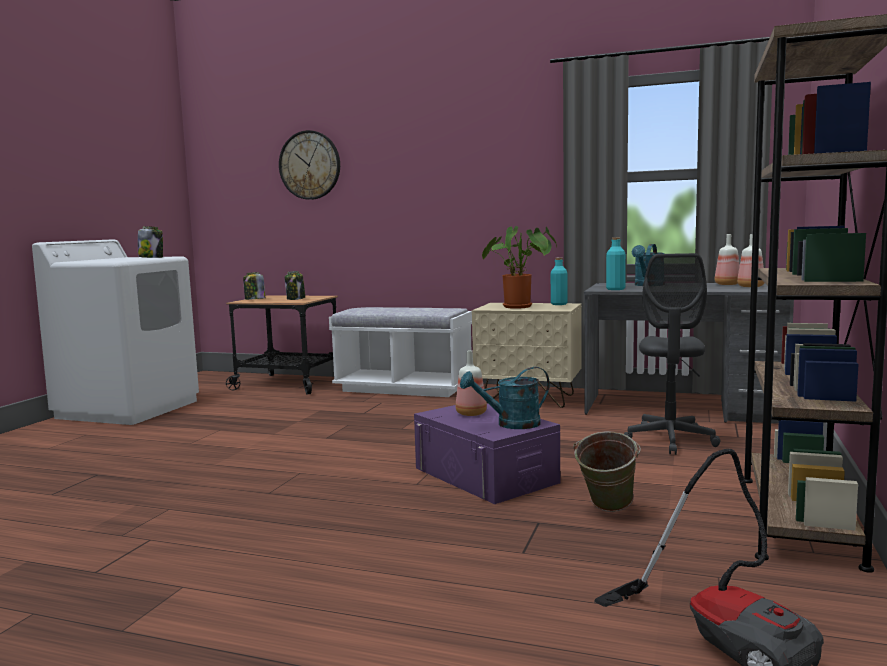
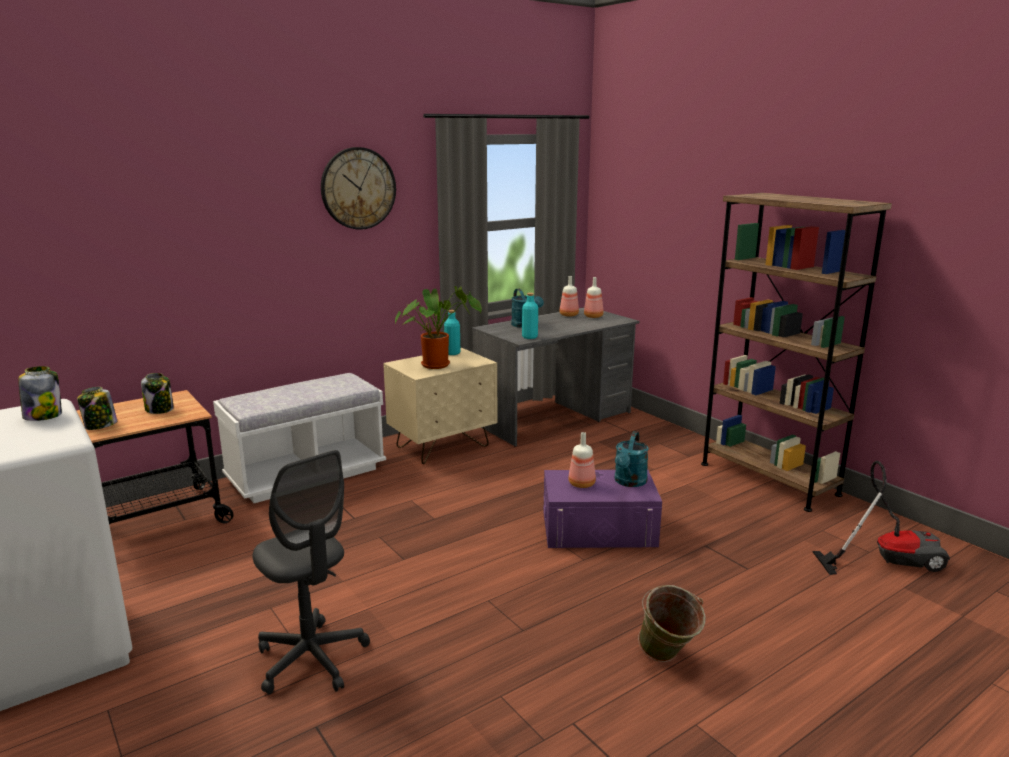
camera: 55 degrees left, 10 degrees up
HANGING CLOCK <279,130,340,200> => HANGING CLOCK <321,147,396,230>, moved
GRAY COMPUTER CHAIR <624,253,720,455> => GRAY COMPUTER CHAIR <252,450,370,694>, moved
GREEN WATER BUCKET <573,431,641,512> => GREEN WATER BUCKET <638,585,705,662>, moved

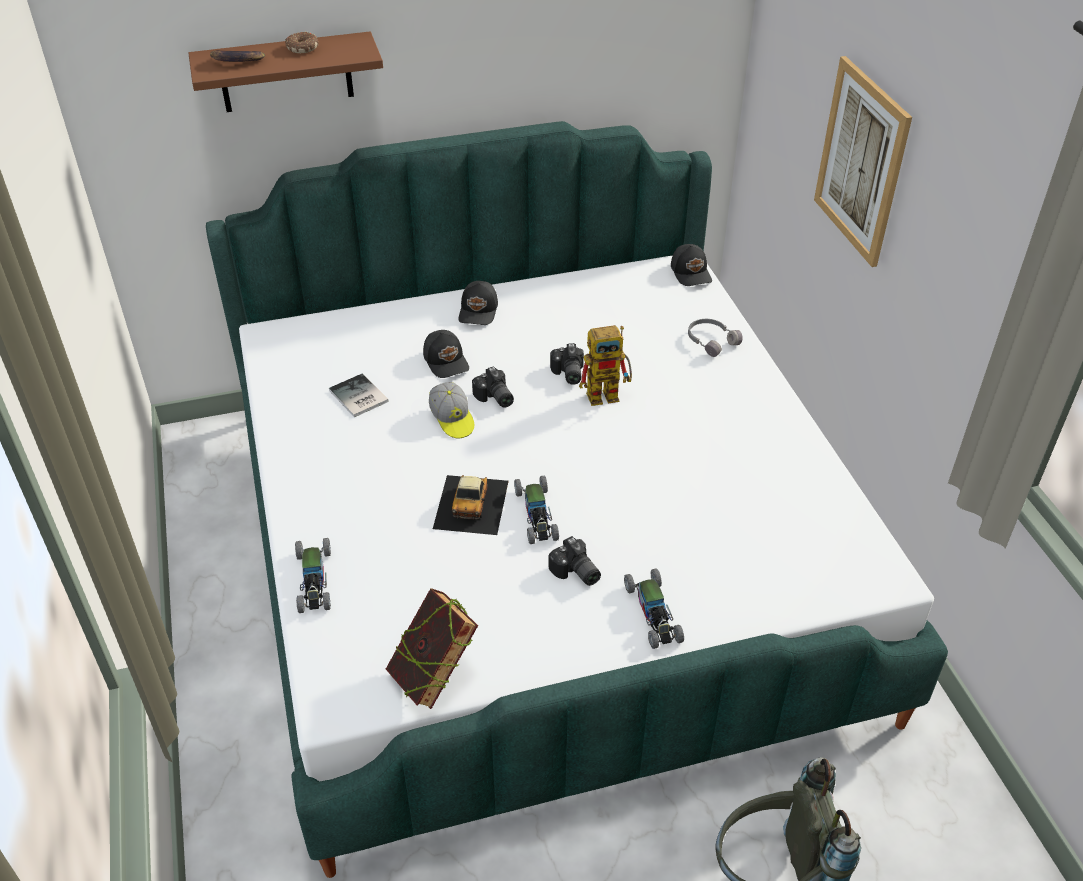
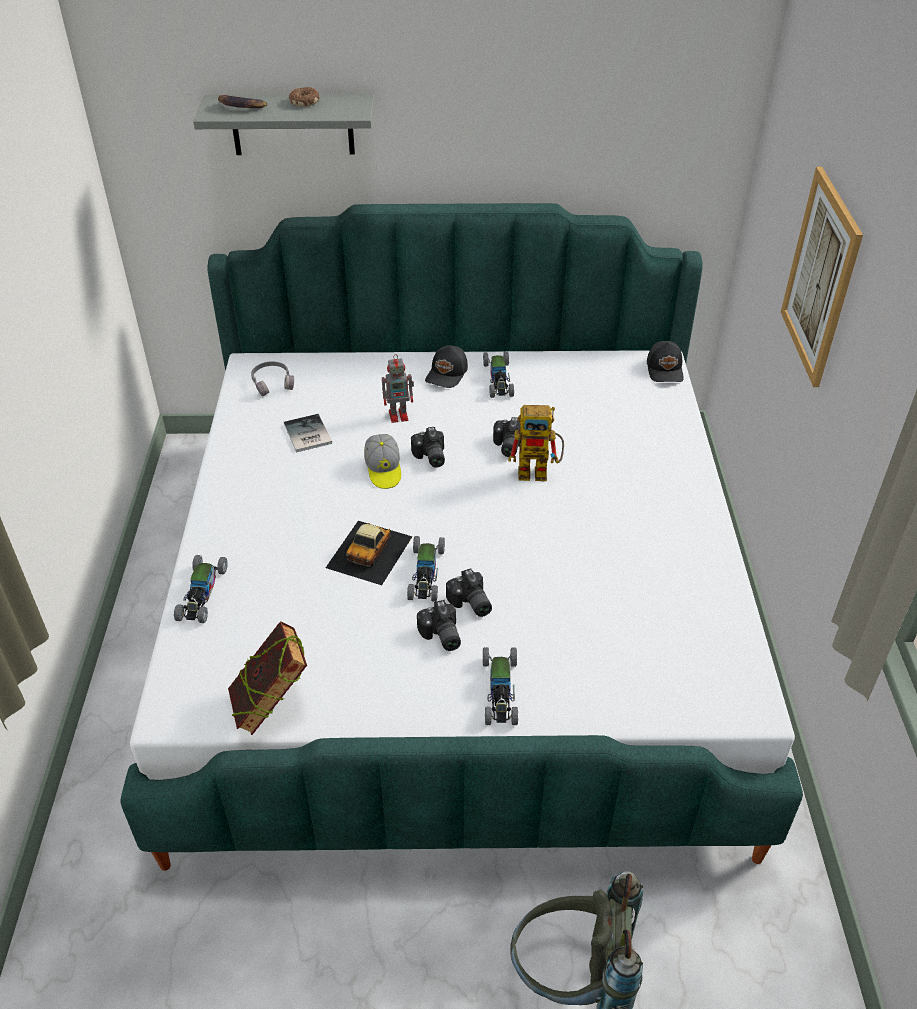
camera: 15 degrees right, 0 degrees up
BROWN-COLOURED BRACKET SHELF <188,32,383,112> => GRAY BRACKET SHELF <193,94,374,155>
GRAY HEADPHONES <688,319,743,357> => GRAY HEADPHONES <251,361,294,397>, moved
BLACK-COLOURED PEAKED CAP <423,330,469,378> => MODEL ROBOT <382,354,414,423>
nothing => MINIATURE CAR <483,352,514,398>
nothing => STILL CAMERA <446,569,492,617>

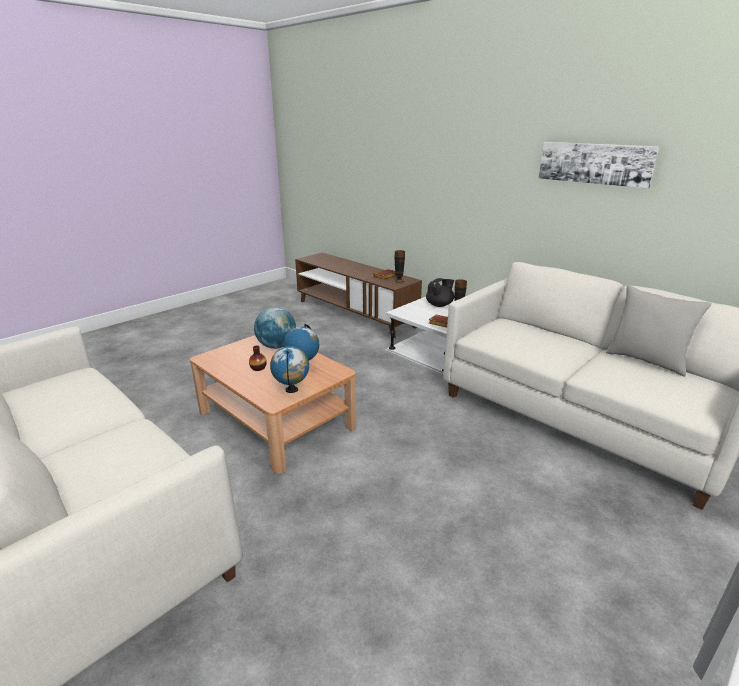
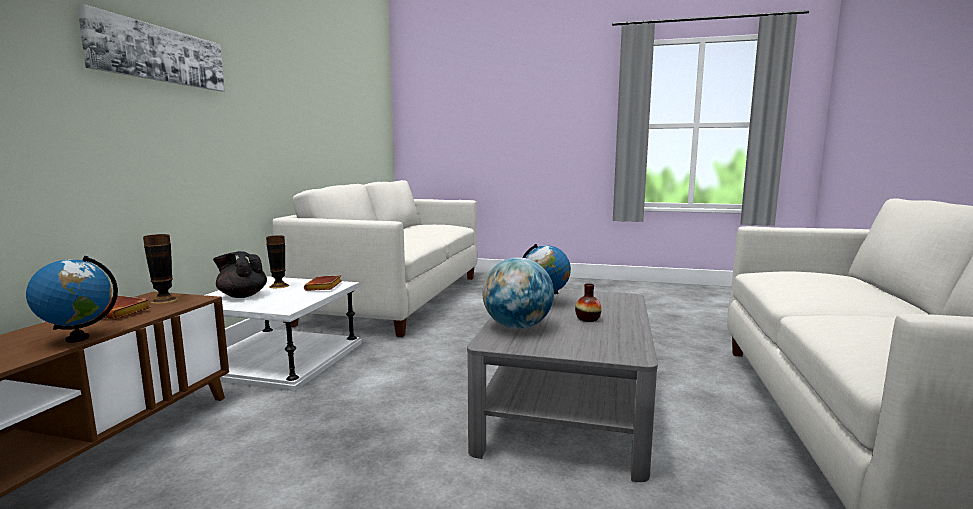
camera: 120 degrees left, 15 degrees down
WALL ART <539,142,660,189> => WALL ART <77,4,225,91>, moved
GRAY THROW PILLOW <606,285,712,376> => nothing
BROWN-COLOURED LOUNGE TABLE <190,335,356,474> => GRAY LOUNGE TABLE <467,289,658,482>
GLOBE <270,346,309,393> => GLOBE <26,256,118,343>, moved

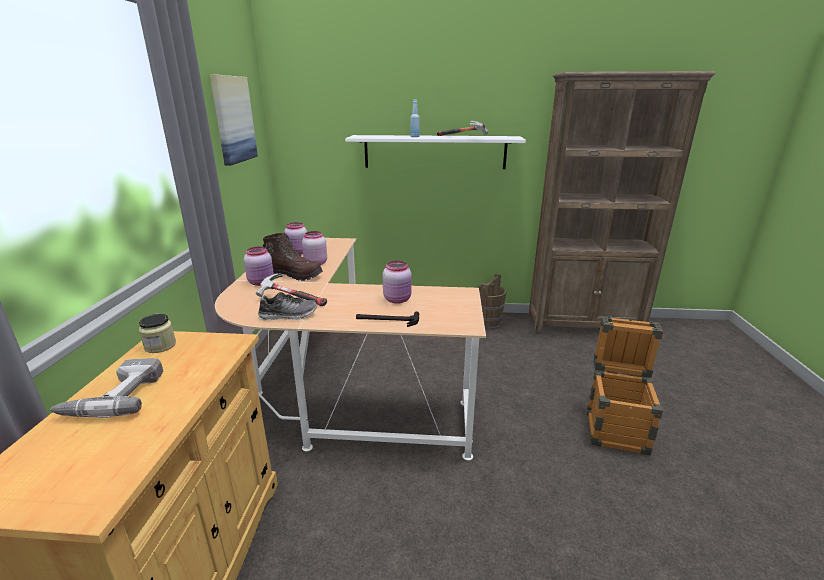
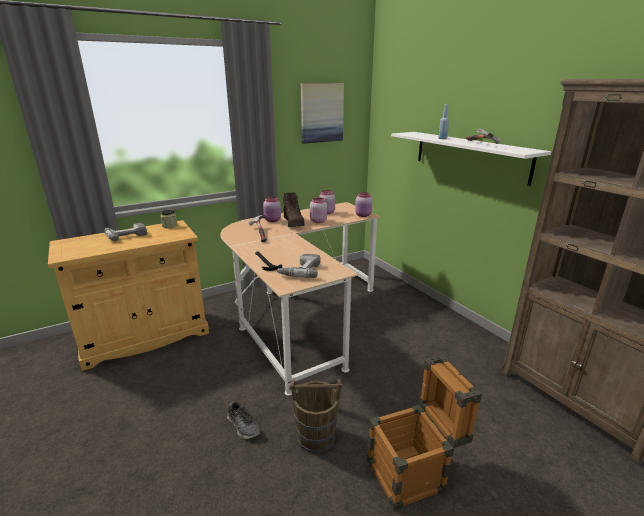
camera: 55 degrees right, 0 degrees up
PINKISH JAR <383,261,412,304> => PINKISH JAR <355,192,372,217>, moved
BROWN-COLOURED WATER BUCKET <476,273,507,330> => BROWN-COLOURED WATER BUCKET <289,379,342,454>, moved
SHOE <258,292,317,321> => SHOE <227,401,261,439>, moved
nothing => DRILL <276,254,321,278>

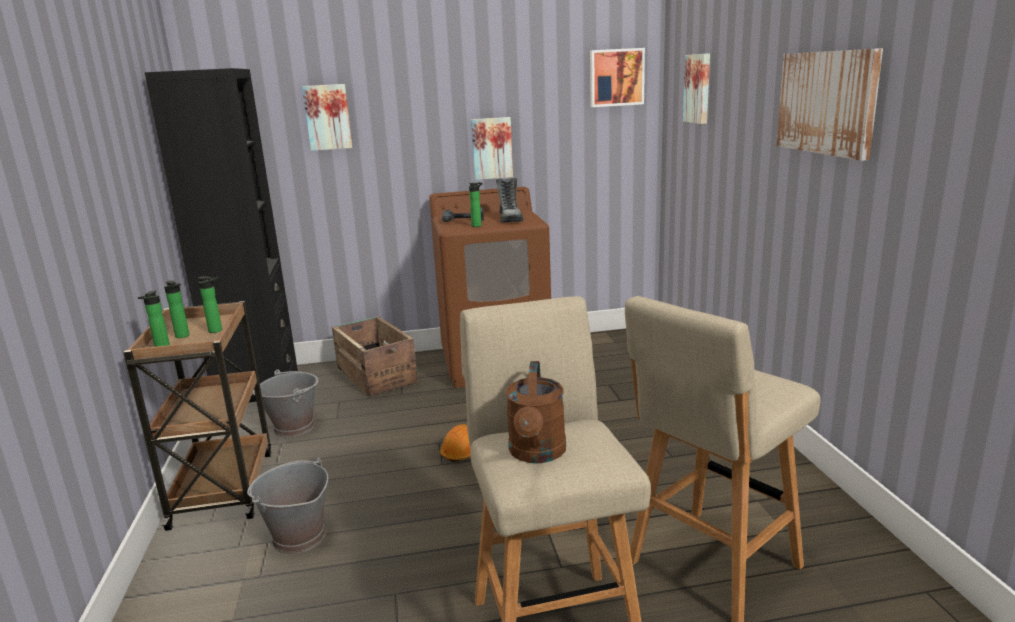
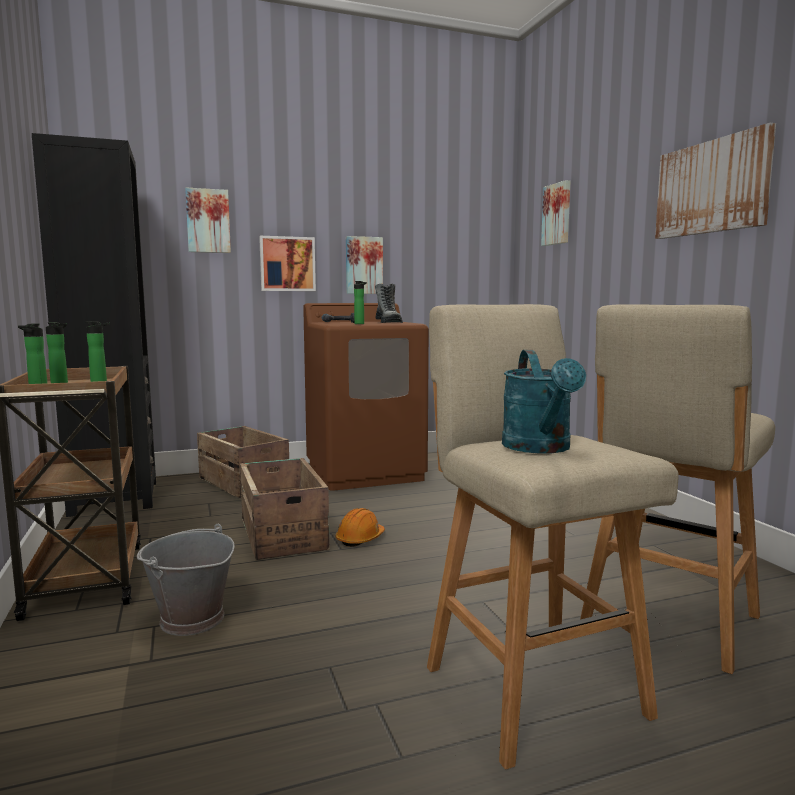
camera: 10 degrees left, 10 degrees down
WALL ART <590,48,645,107> => WALL ART <259,236,316,291>, moved
BROWN-COLOURED WATERING CAN <506,361,566,463> => TURQUOISE WATERING CAN <502,350,586,454>
GRAY WATER BUCKET <253,370,319,437> => nothing
nothing => SHIPPING CRATE <240,458,330,560>

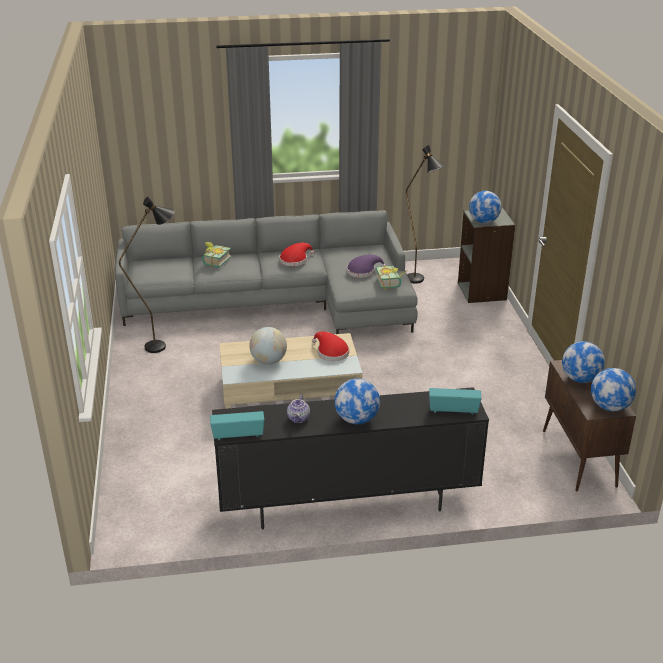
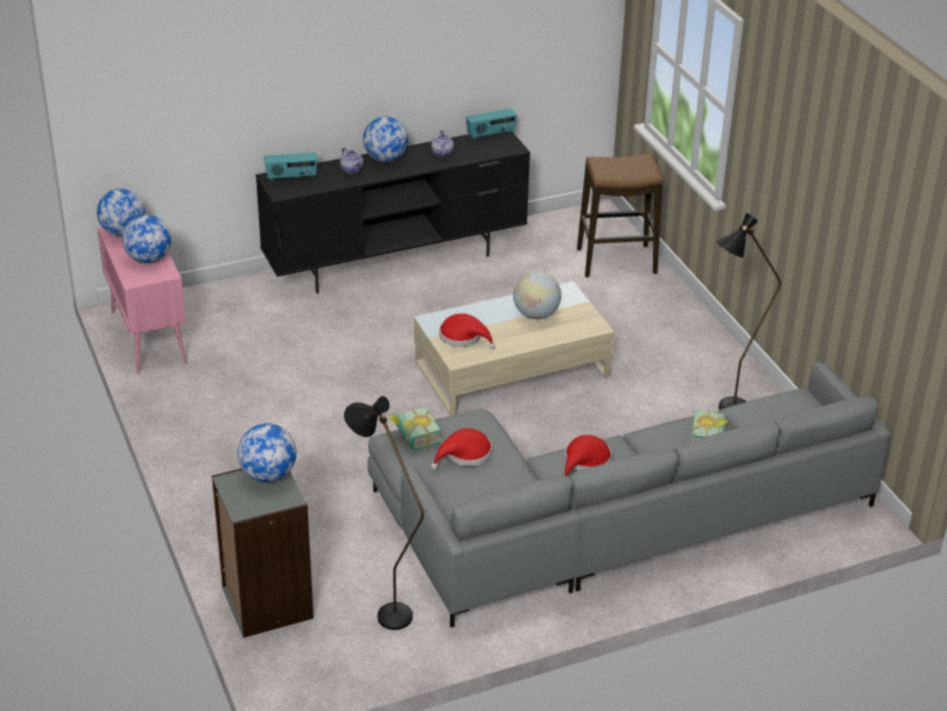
camera: 165 degrees right, 5 degrees up
PURPLE-COLOURED WEARABLE HAT <347,255,386,278> => RED WEARABLE HAT <431,428,492,470>
BROWN-COLOURED STORAGE CABINET <543,360,636,492> => PINKISH STORAGE CABINET <97,227,187,374>
nothing => TEAPOT <340,147,363,174>
nothing => STOOL <577,154,663,277>

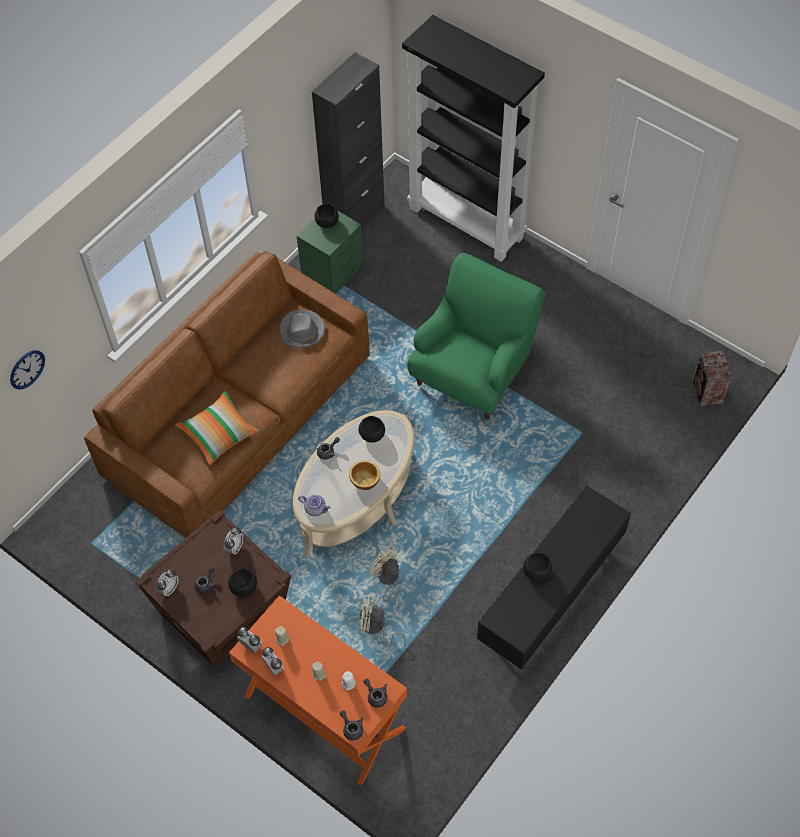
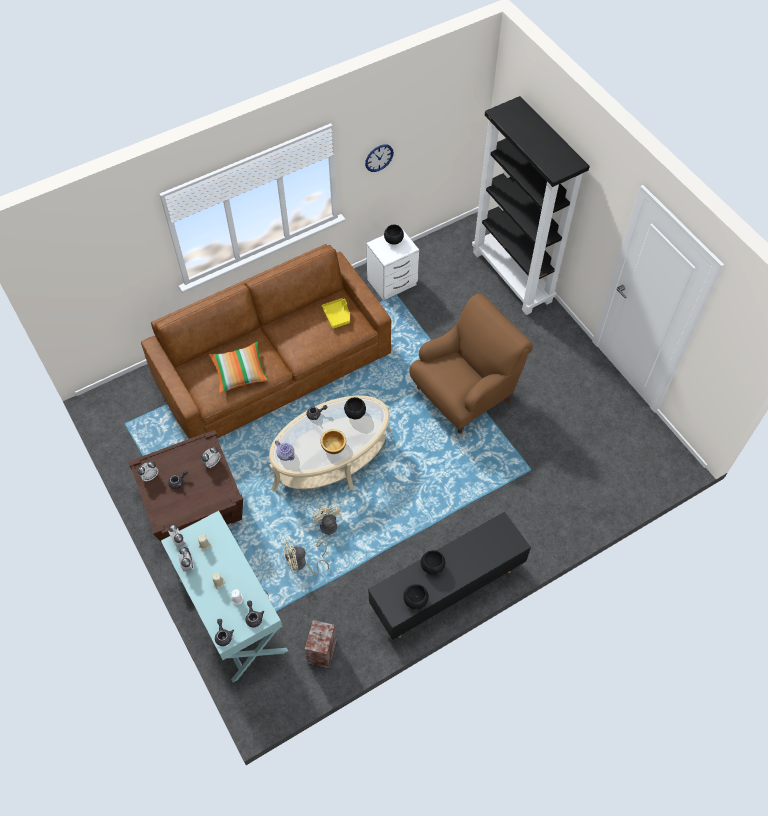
camera: 20 degrees right, 0 degrees up
BLACK-COLOURED STORAGE CABINET <312,52,385,229> => nothing
GREEN NIGHTSTAND <297,210,363,294> => WHITE-COLOURED NIGHTSTAND <366,229,419,300>
GREEN EASY CHAIR <407,253,545,421> => BROWN-COLOURED EASY CHAIR <409,294,533,434>
GRAY WEARABLE HAT <279,309,325,348> => YELLOW-COLOURED TRAY <322,298,350,329>
HANGING CLOCK <10,350,45,390> => HANGING CLOCK <365,145,394,172>, moved
LOUDSPEAKER <692,351,732,407> => LOUDSPEAKER <304,620,337,669>, moved
BLACK-COLOURED BOWL <228,568,257,597> => BLACK-COLOURED BOWL <403,584,429,609>, moved
BEIGE ELECTRIC FAN <360,594,406,647> => BEIGE ELECTRIC FAN <283,540,329,575>, 45 degrees counterclockwise
ORANGE NARROW TABLE <229,595,407,786> => TURQUOISE NARROW TABLE <161,511,288,683>

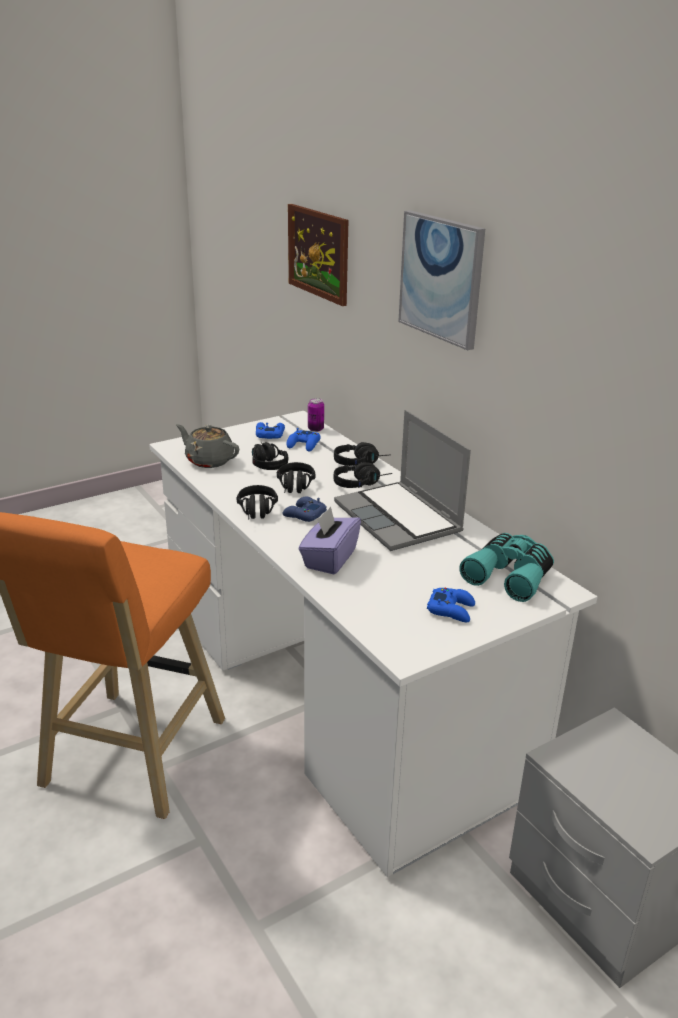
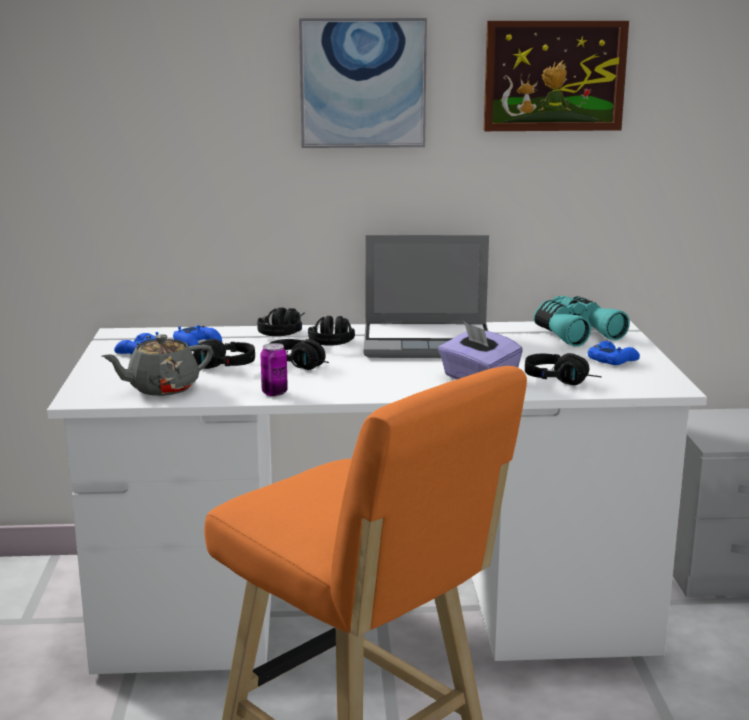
camera: 60 degrees left, 10 degrees down
WALL ART <288,204,348,306> => WALL ART <484,21,629,131>, moved
CAN <308,398,324,432> => CAN <260,343,288,396>, moved
BLACK-COLOURED HEADPHONES <237,485,278,520> => BLACK-COLOURED HEADPHONES <525,353,602,385>, moved
BLUE-COLOURED GAMEPAD <282,497,327,522> => nothing

